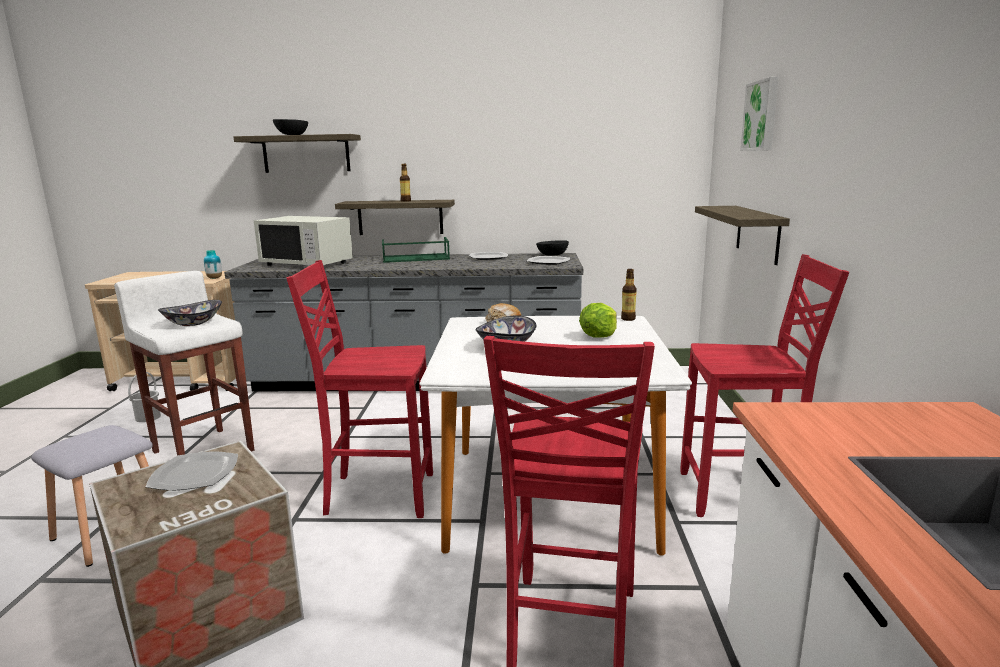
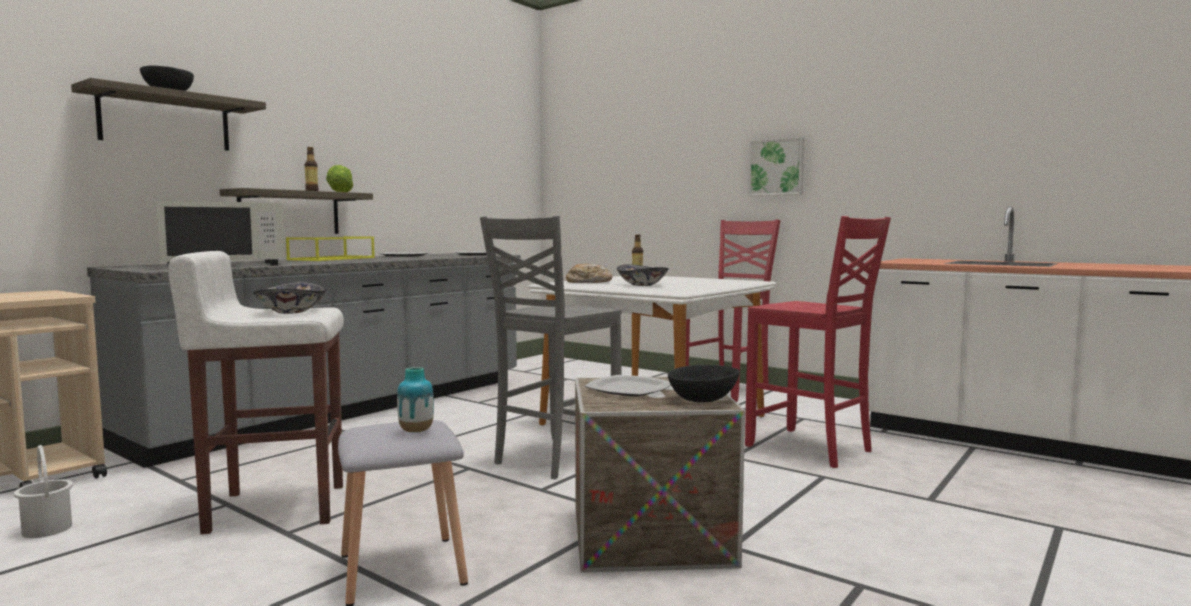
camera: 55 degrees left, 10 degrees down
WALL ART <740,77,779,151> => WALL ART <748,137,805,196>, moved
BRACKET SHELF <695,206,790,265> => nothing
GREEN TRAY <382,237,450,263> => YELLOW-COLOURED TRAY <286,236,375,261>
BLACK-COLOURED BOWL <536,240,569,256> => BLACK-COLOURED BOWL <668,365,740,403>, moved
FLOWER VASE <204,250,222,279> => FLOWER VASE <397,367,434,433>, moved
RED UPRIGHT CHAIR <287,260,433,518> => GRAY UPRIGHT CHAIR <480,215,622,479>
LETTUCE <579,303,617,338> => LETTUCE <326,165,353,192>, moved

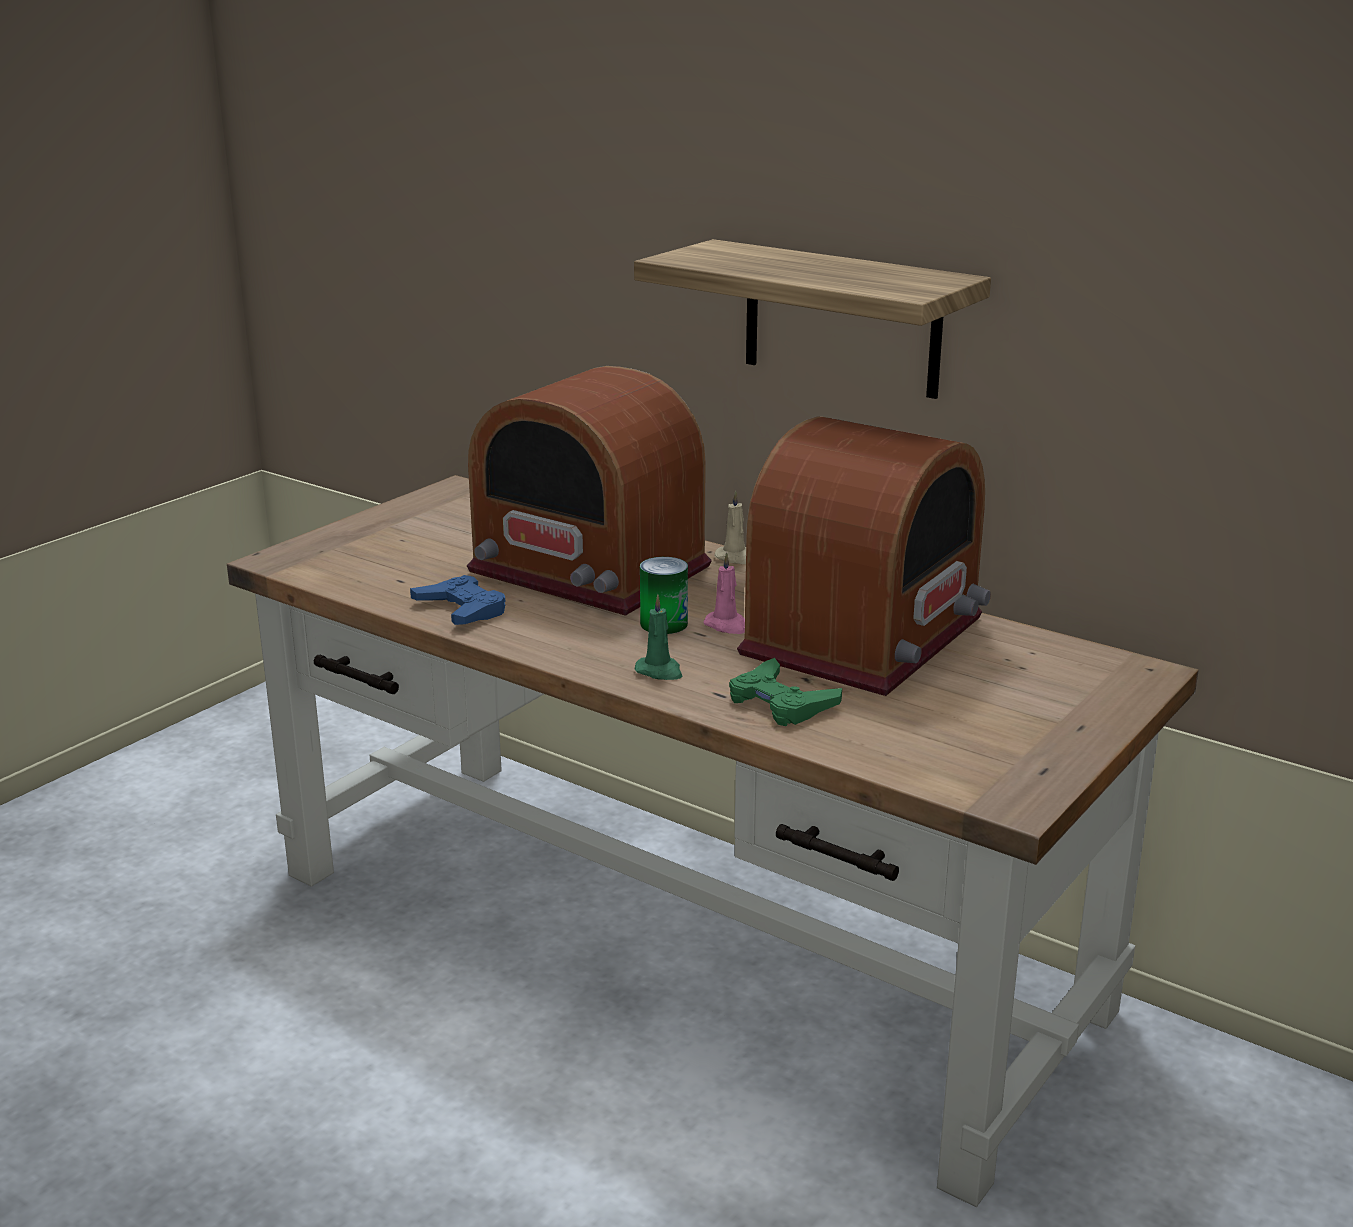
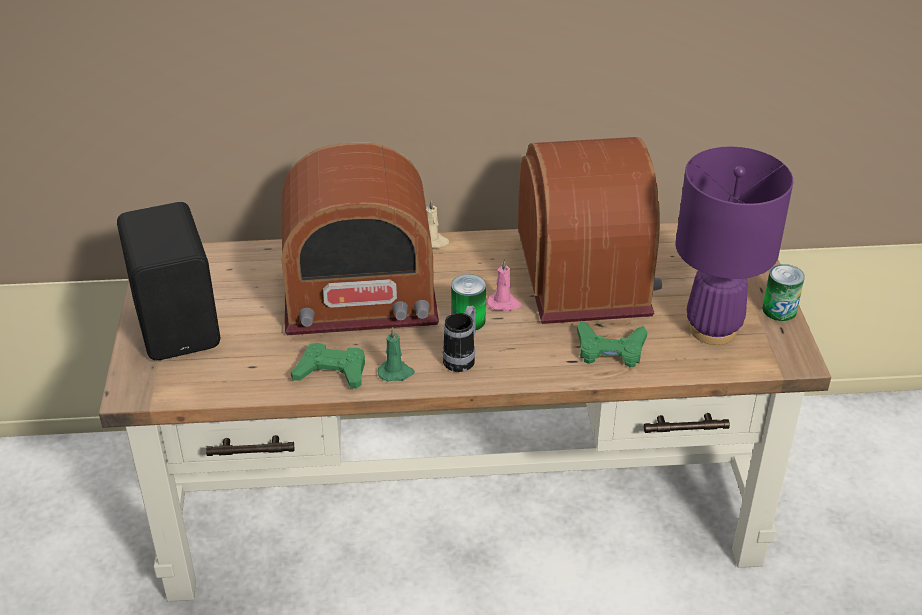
camera: 40 degrees left, 15 degrees up
BRACKET SHELF <634,239,991,399> => nothing
BLUE-COLOURED GAMEPAD <410,575,505,625> => GREEN GAMEPAD <291,343,365,389>
GREEN WAX LIGHT <635,595,682,680> => GREEN WAX LIGHT <378,328,415,381>, moved
nothing => PURPLE-COLOURED LAMP FOR A TABLE <676,147,793,345>
nothing => BLACK-COLOURED LOUDSPEAKER <117,202,220,360>
nothing => CAN <762,264,805,321>
nothing => TEA MUG <442,306,476,372>

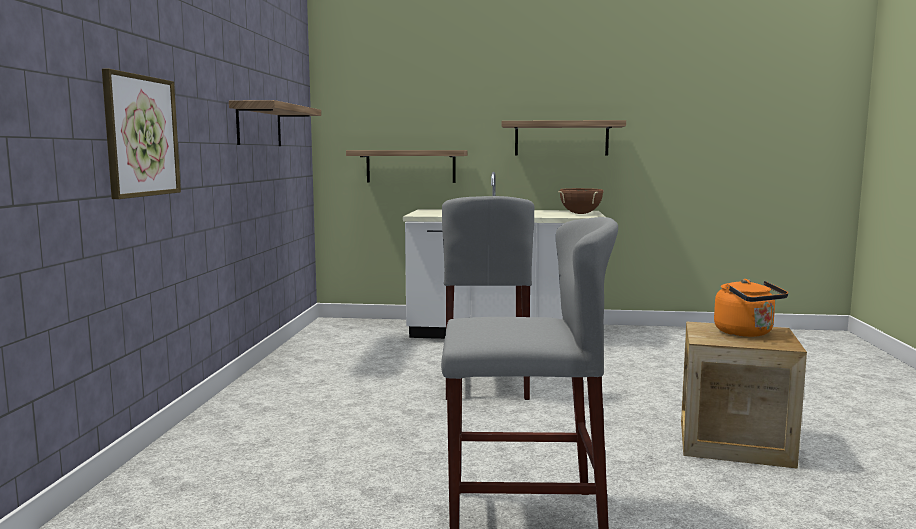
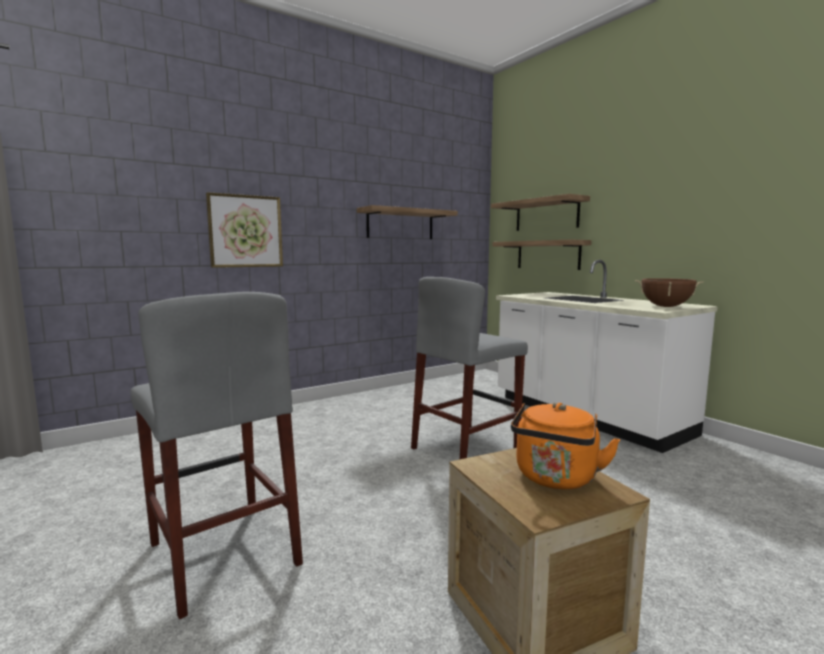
camera: 50 degrees right, 0 degrees up
BRACKET SHELF <501,120,626,155> => BRACKET SHELF <491,194,590,231>, moved

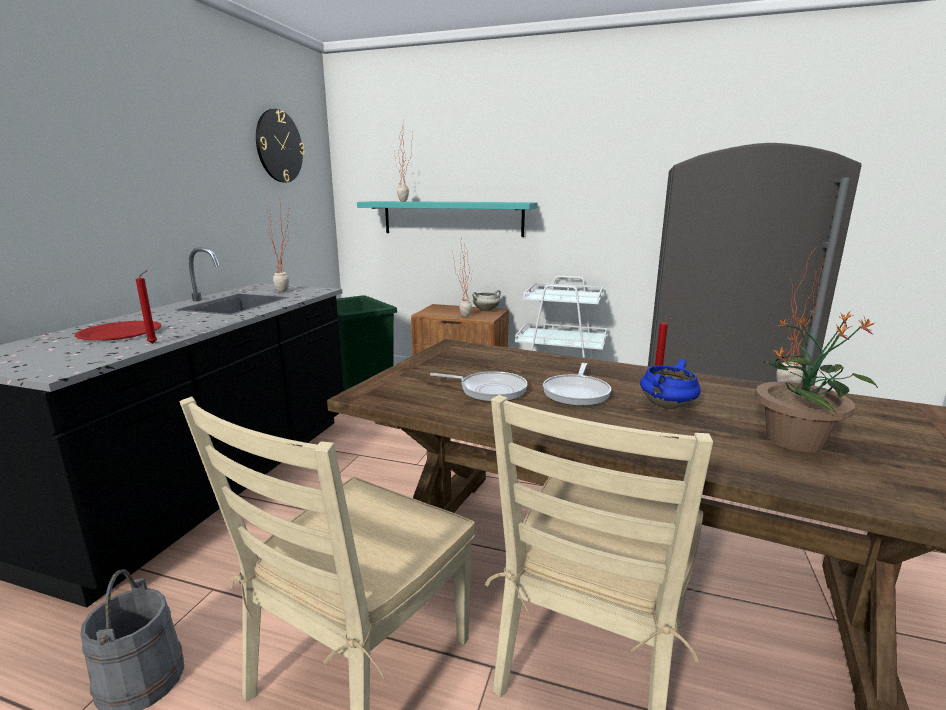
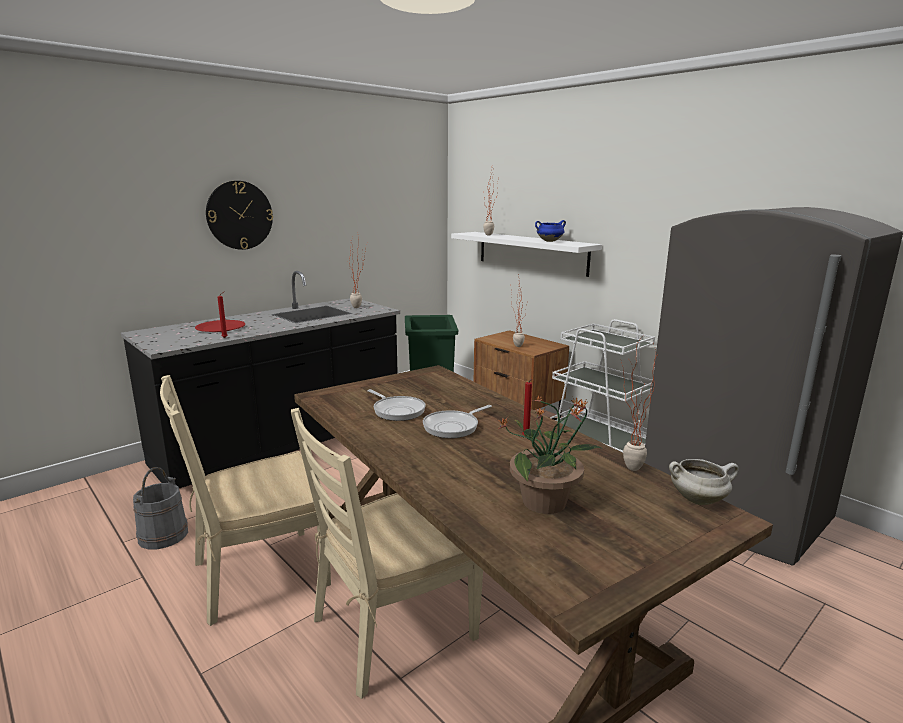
camera: 30 degrees right, 0 degrees up
HANGING CLOCK <256,109,304,182> => HANGING CLOCK <206,181,273,250>, moved
TURQUOISE BRACKET SHELF <357,201,538,237> => WHITE-COLOURED BRACKET SHELF <451,232,602,277>
WHITE-COLOURED SAUCEPOT <472,290,501,312> => WHITE-COLOURED SAUCEPOT <669,459,739,505>, moved
BLUE-COLOURED SAUCEPOT <640,359,701,409> => BLUE-COLOURED SAUCEPOT <535,220,566,242>, moved

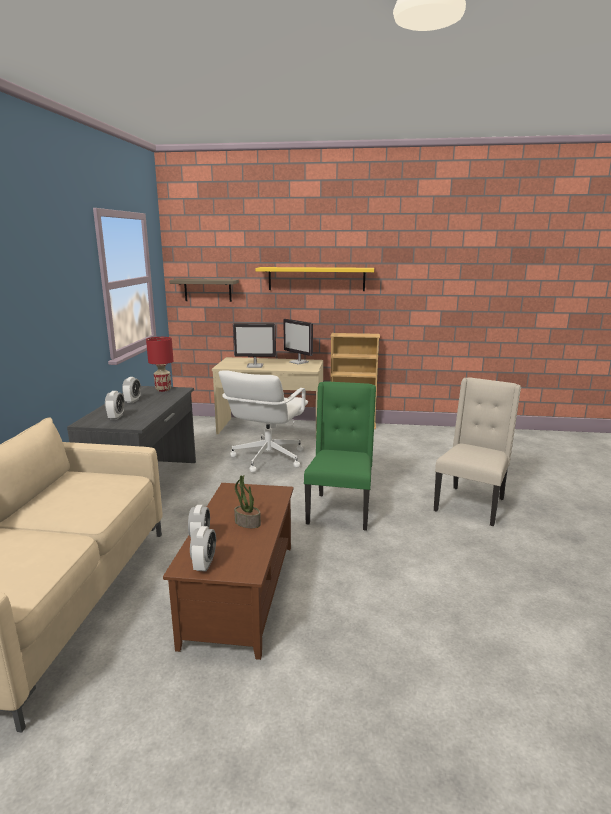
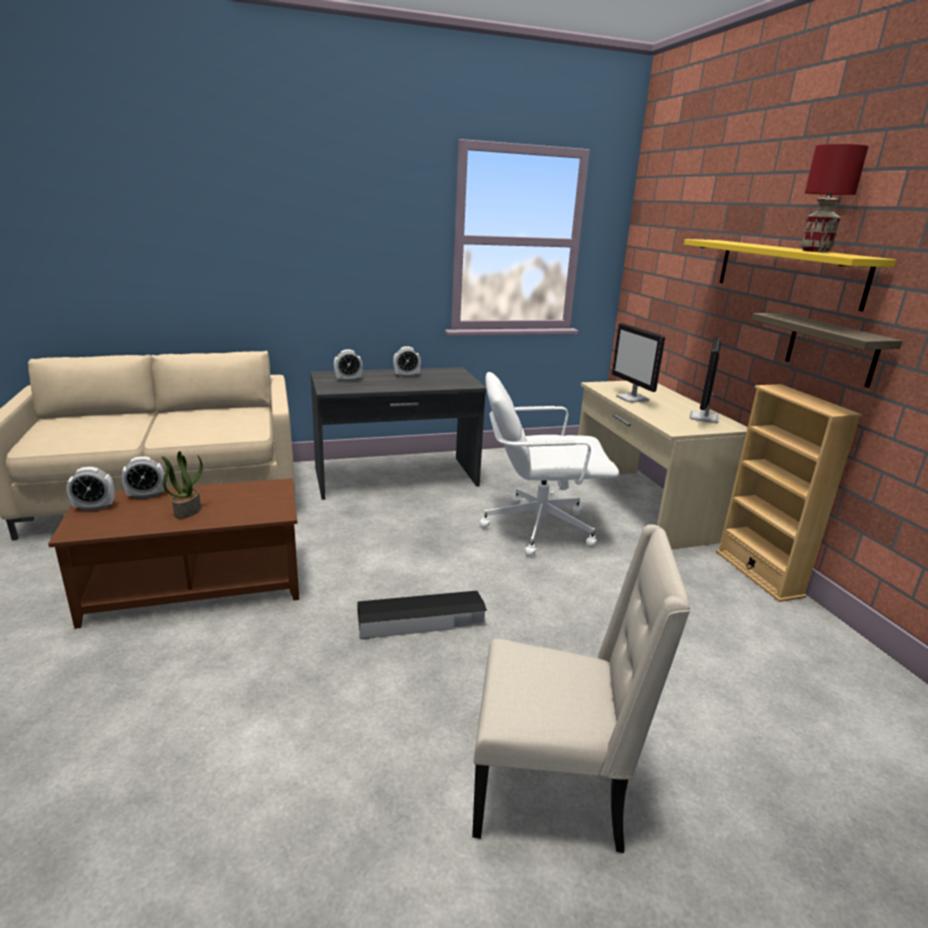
camera: 65 degrees right, 5 degrees up
BRACKET SHELF <169,279,239,302> => BRACKET SHELF <752,313,903,388>, moved
RED LAMP FOR A TABLE <146,337,173,392> => RED LAMP FOR A TABLE <801,144,868,253>, moved
GREEN UPRIGHT CHAIR <304,381,376,531> => BLACK-COLOURED STORAGE CONTAINER <357,591,487,639>

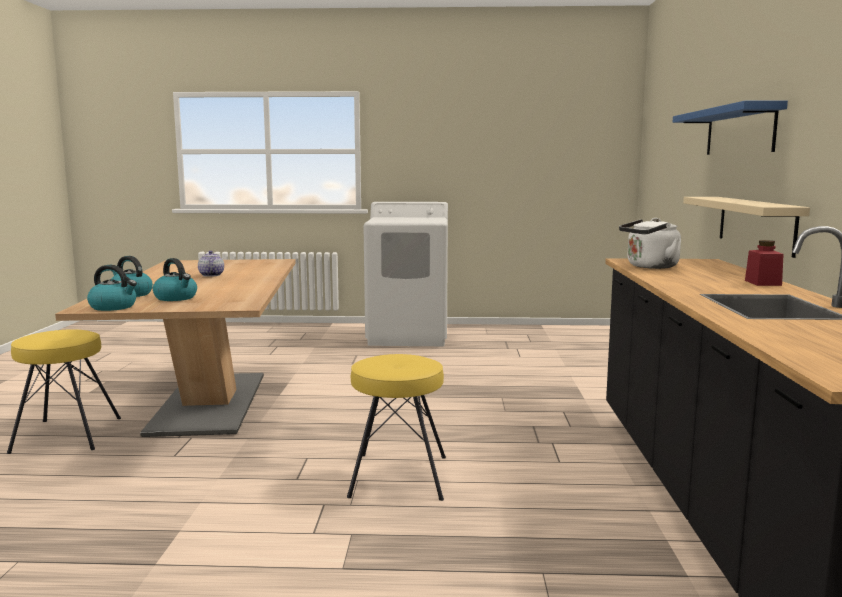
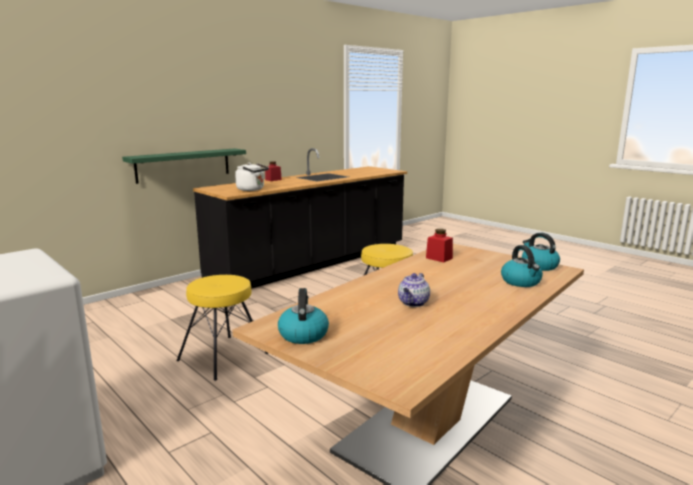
camera: 135 degrees left, 5 degrees up
BLUE-COLOURED BRACKET SHELF <673,100,788,155> => nothing
BEIGE BRACKET SHELF <683,197,810,258> => GREEN BRACKET SHELF <122,148,246,184>
TEA KETTLE <153,258,197,301> => TEA KETTLE <278,288,329,344>, moved
YELLOW-COLOURED STOOL <7,329,121,454> => YELLOW-COLOURED STOOL <177,275,268,381>, moved
nothing => RED JAR <426,229,453,262>

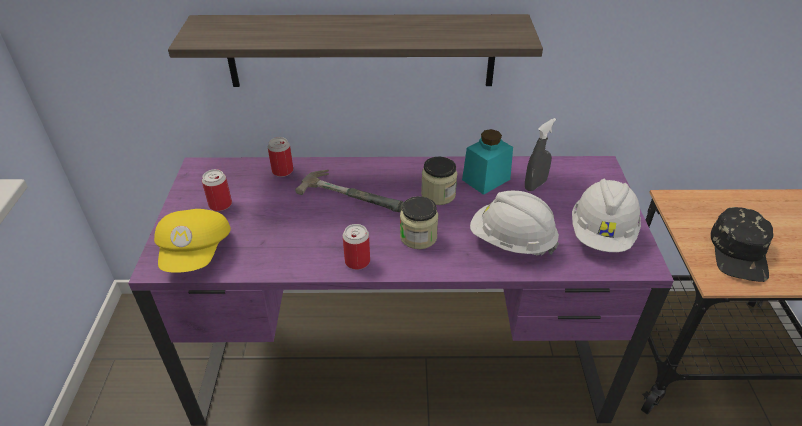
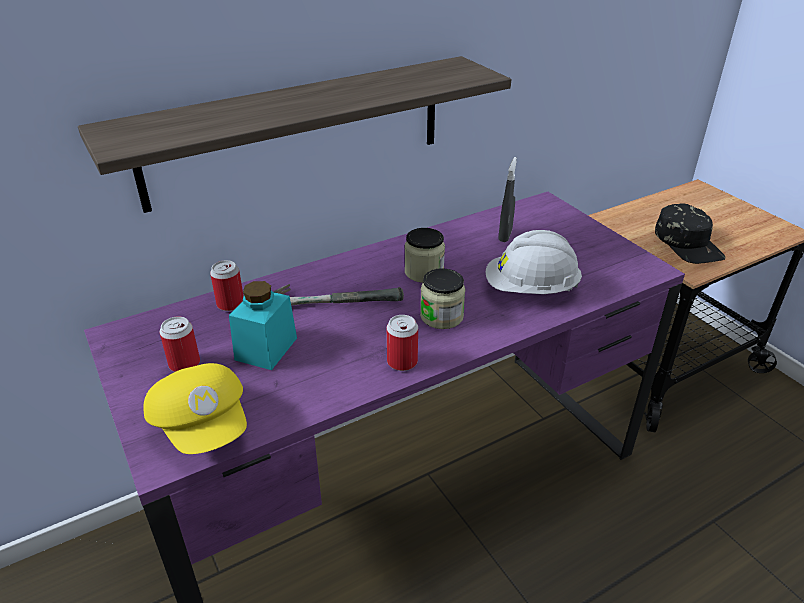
camera: 30 degrees left, 5 degrees down
TURQUOISE JAR <462,129,513,195> => TURQUOISE JAR <229,281,297,370>, moved
WHITE-COLOURED SAFETY HELMET <572,179,641,252> => nothing

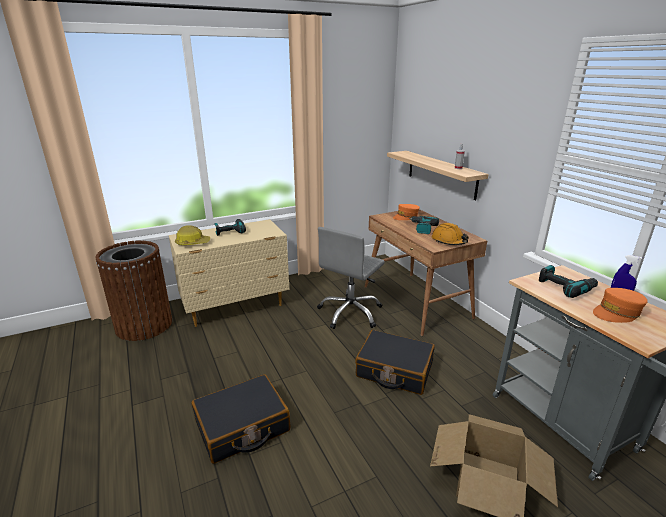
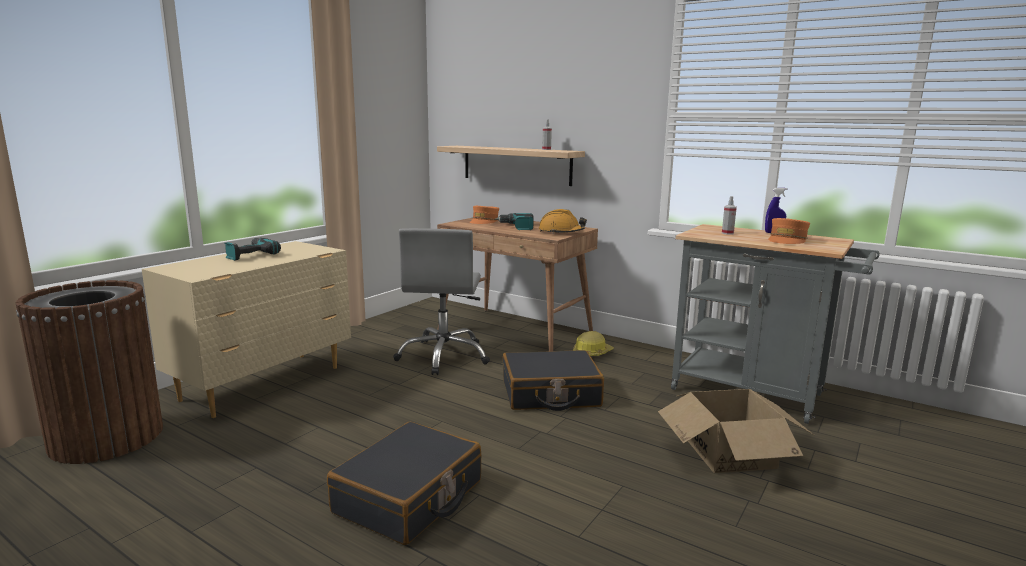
camera: 30 degrees left, 10 degrees down
SAFETY HELMET <175,225,210,245> => SAFETY HELMET <573,331,614,356>, moved
DRILL <539,265,598,298> => HAND SPRAYER <722,196,737,235>

